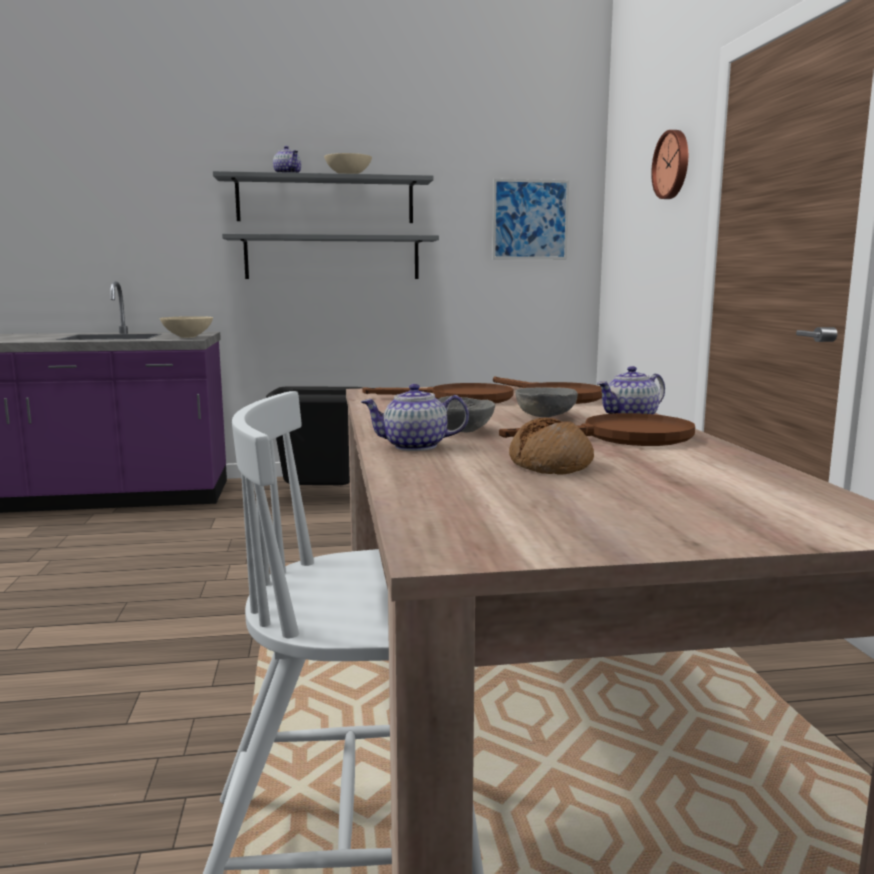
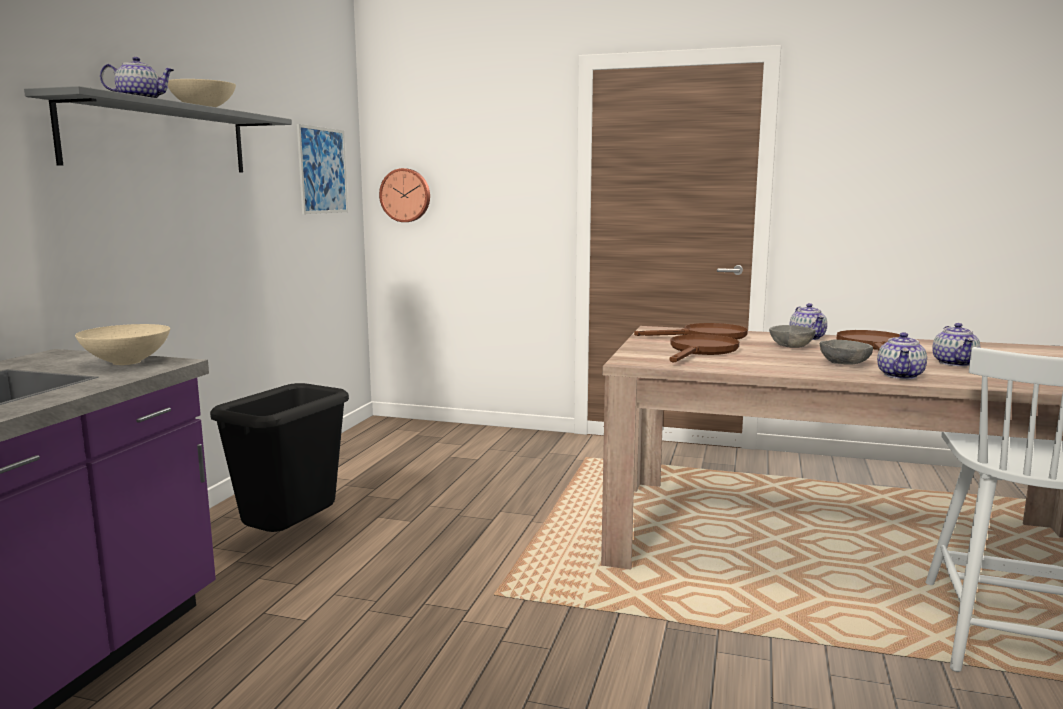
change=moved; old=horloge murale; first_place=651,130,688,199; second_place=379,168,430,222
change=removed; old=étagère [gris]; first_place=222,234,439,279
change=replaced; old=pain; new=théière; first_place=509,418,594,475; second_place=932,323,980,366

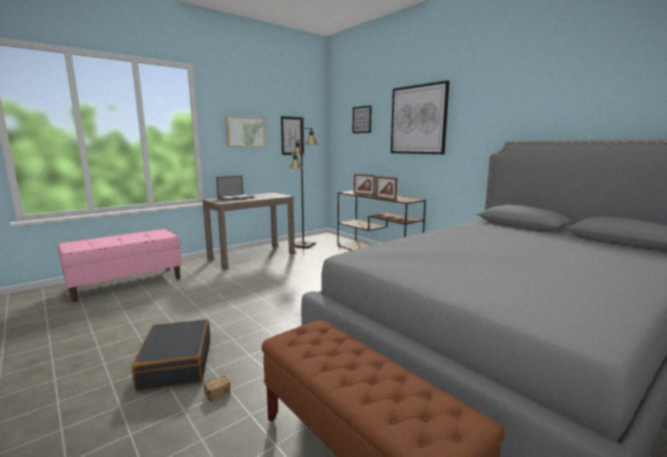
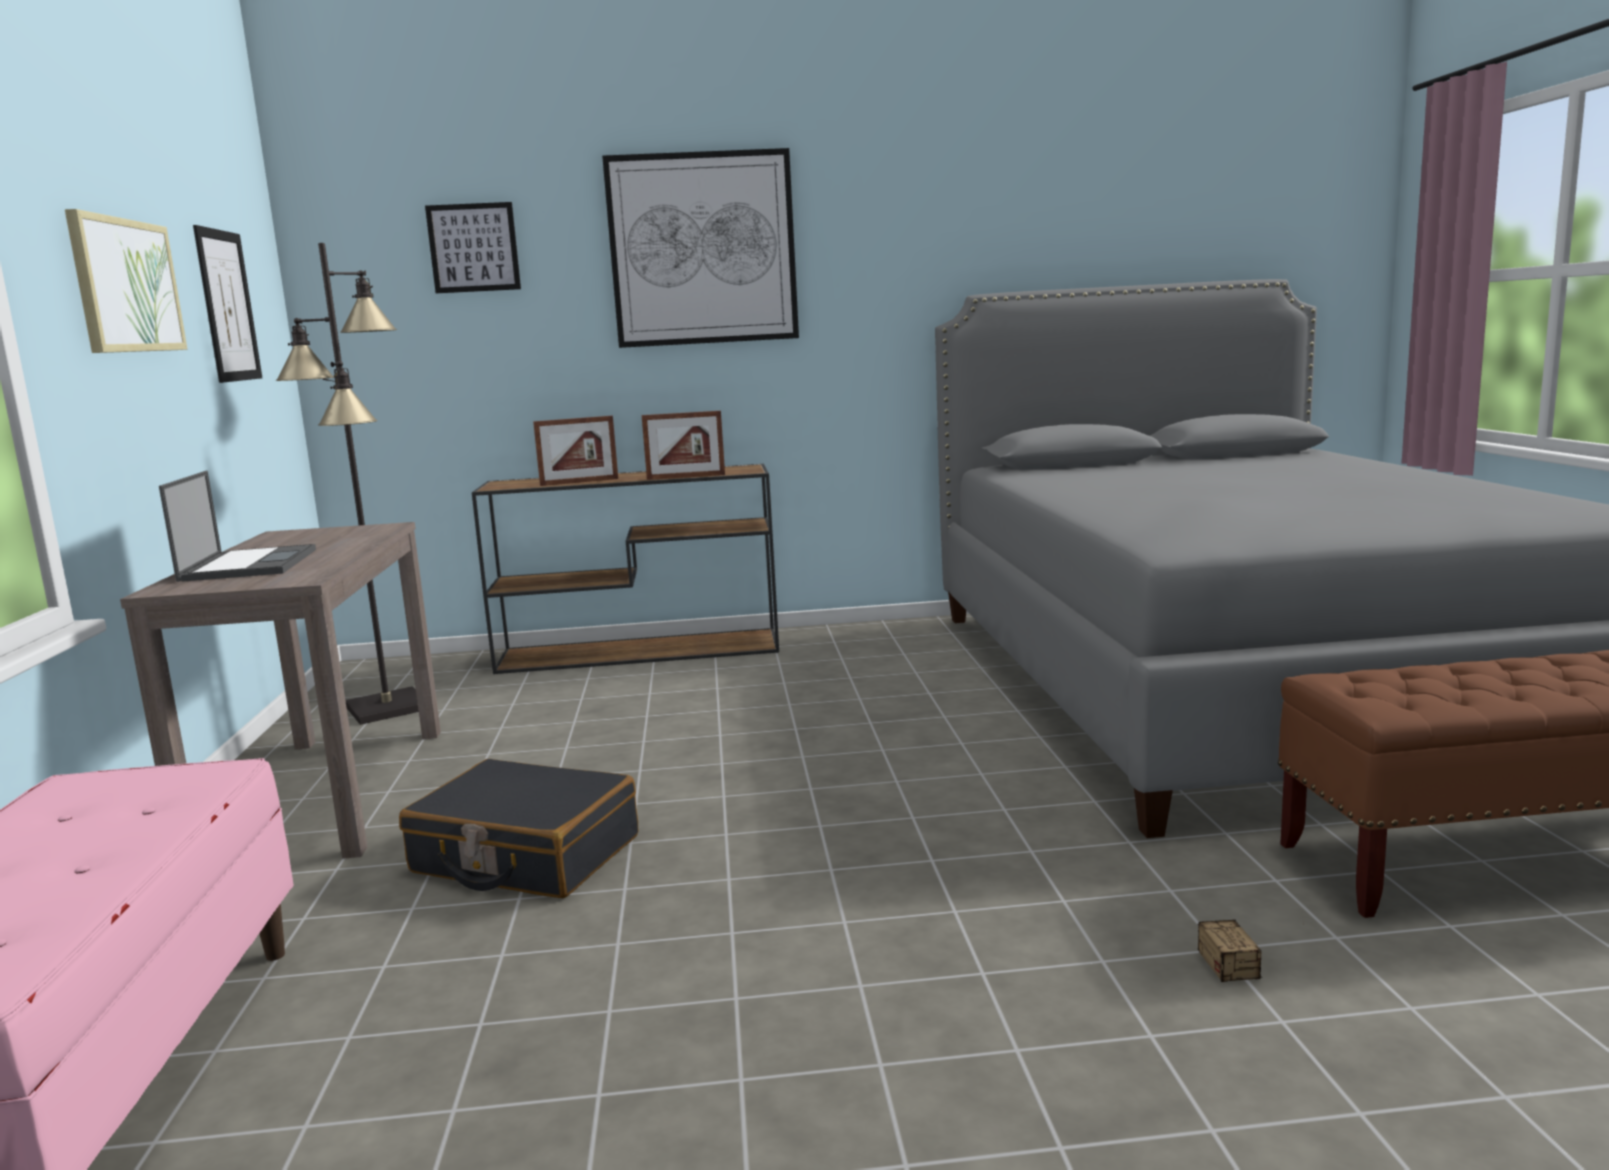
change=moved; old=valise [noir]; first_place=132,319,210,391; second_place=399,759,638,898

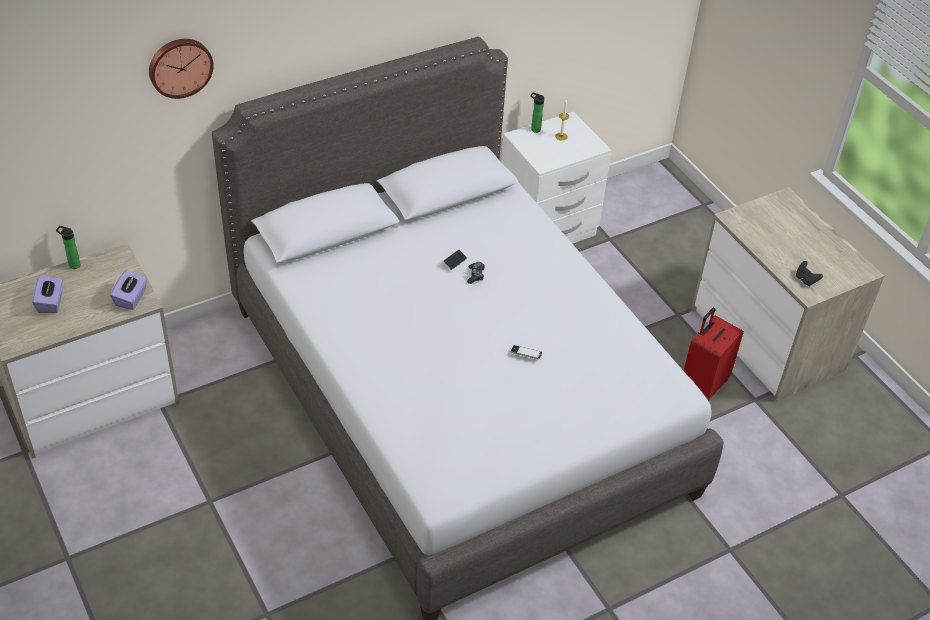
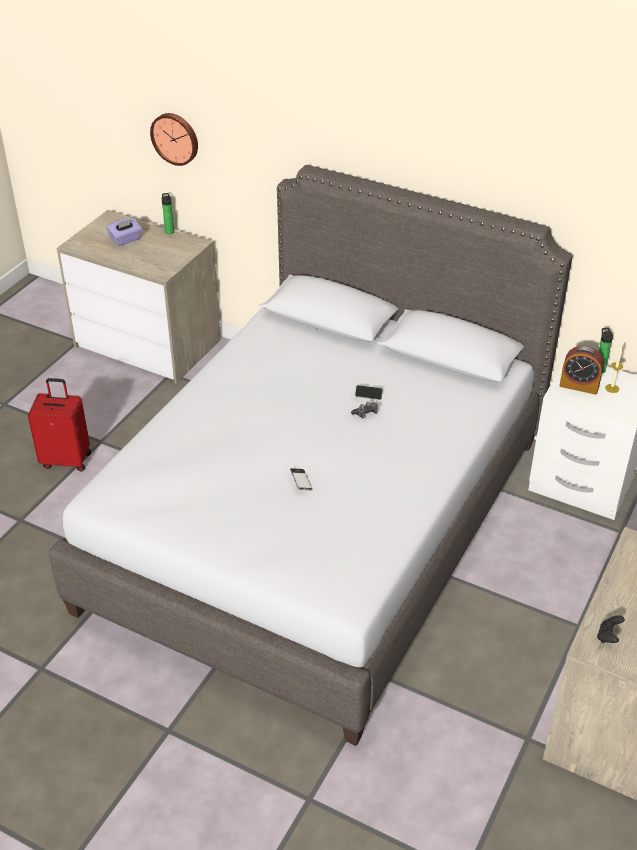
change=moved; old=horloge murale; first_place=149,39,214,99; second_place=150,113,198,166
change=removed; old=boîte à mouchoirs [violet]; first_place=110,270,148,310
change=moved; old=valise [rouge]; first_place=684,308,744,401; second_place=28,378,91,471
change=added; new=réveil; second_place=560,346,604,395

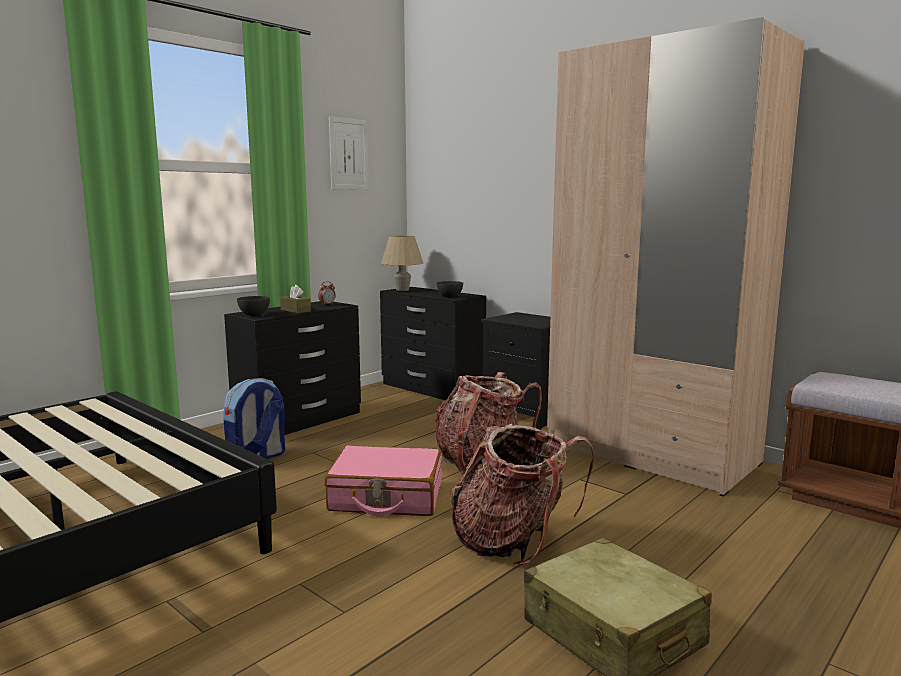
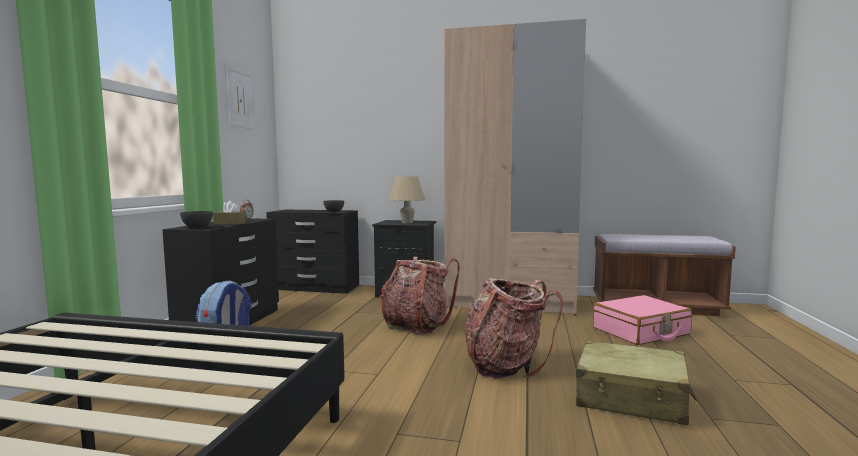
change=moved; old=lampe de table [beige]; first_place=381,235,423,291; second_place=389,176,425,223
change=moved; old=valise [rose]; first_place=324,446,442,517; second_place=593,295,692,345

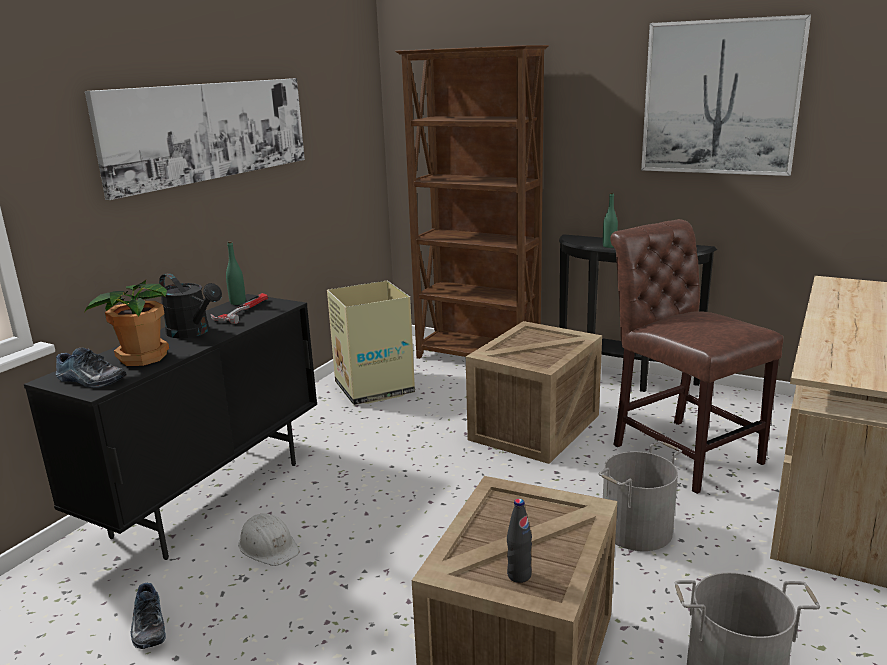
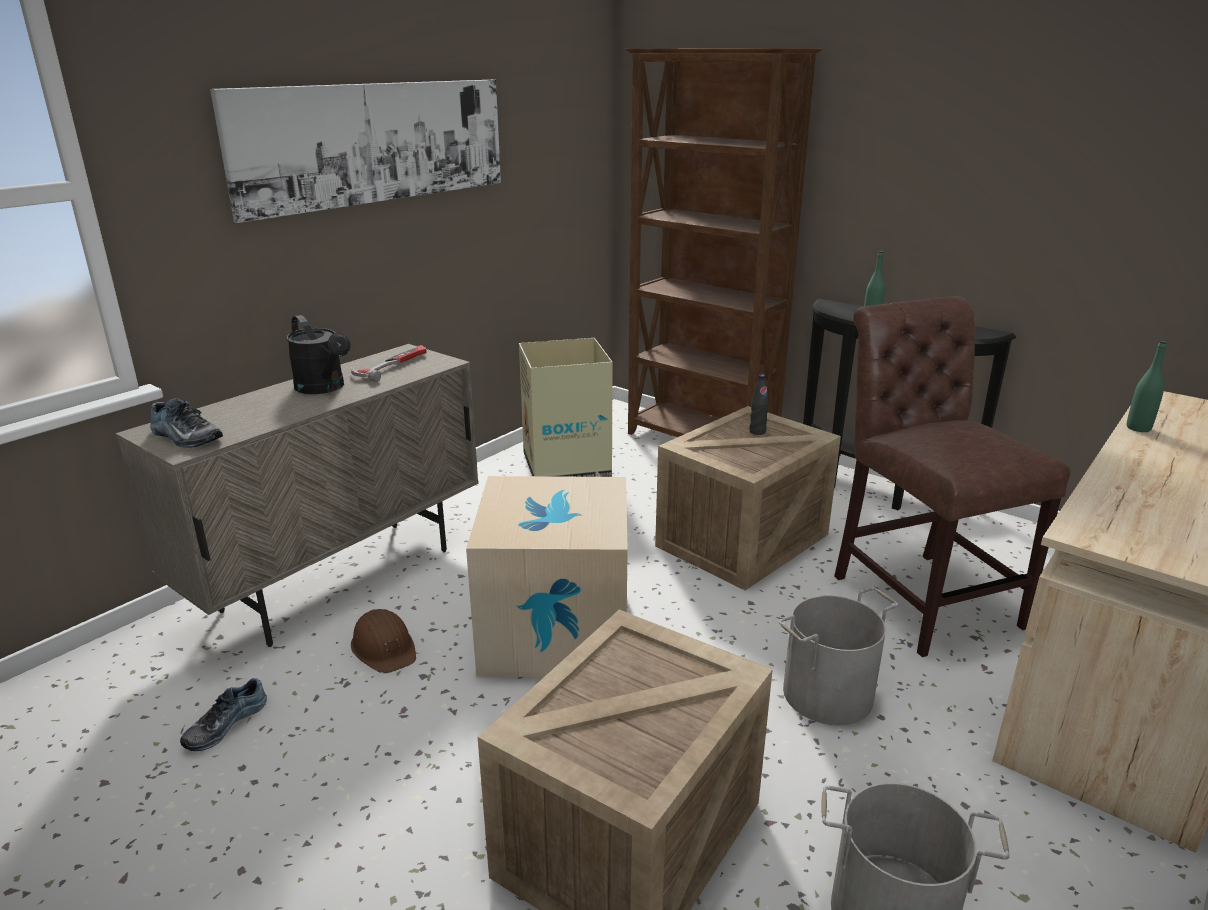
change=removed; old=tableau; first_place=641,15,811,176
change=moved; old=bouteille [vert]; first_place=226,241,246,305; second_place=1127,341,1167,432
change=removed; old=plante en pot; first_place=83,280,169,366
change=recoloured; old=meuble de rangement [noir]; new=meuble de rangement [beige]; first_place=24,294,317,560; second_place=116,344,479,647
change=moved; old=bouteille [noir]; first_place=507,498,532,583; second_place=749,374,769,435
change=recoloured; old=casque de chantier [blanc]; new=casque de chantier [marron]; first_place=238,513,300,566; second_place=351,609,416,673
change=turned; old=chaussure; first_place=130,583,166,649; second_place=180,678,267,751; degrees=45
change=added; new=carton; second_place=466,476,628,677

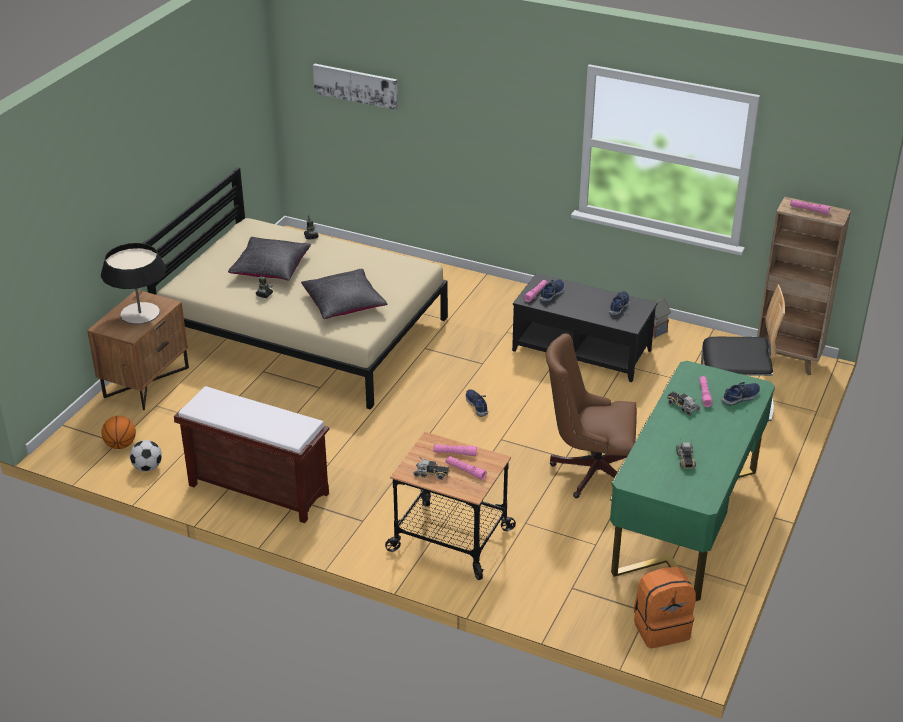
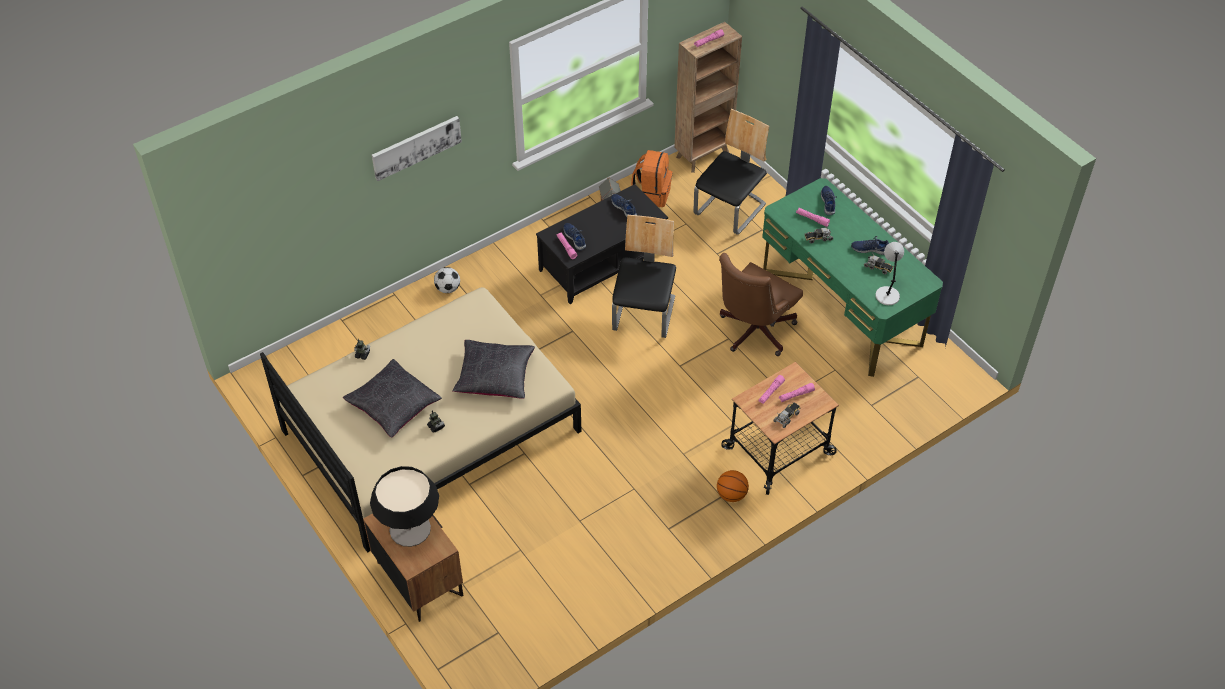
change=moved; old=tableau; first_place=313,64,398,110; second_place=372,116,462,181
change=removed; old=banc [marron]; first_place=174,386,329,523
change=moved; old=chaussure [bleu]; first_place=466,389,488,417; second_place=851,236,889,255
change=moved; old=ballon de basket; first_place=102,416,136,449; second_place=717,470,749,502
change=moved; old=ballon de foot; first_place=130,440,162,472; second_place=434,267,460,293
change=moved; old=sac à dos [orange]; first_place=634,567,696,648; second_place=631,150,672,207
change=added; new=chaise; second_place=612,215,676,338
change=added; new=lampe de table [gris]; second_place=875,242,904,305

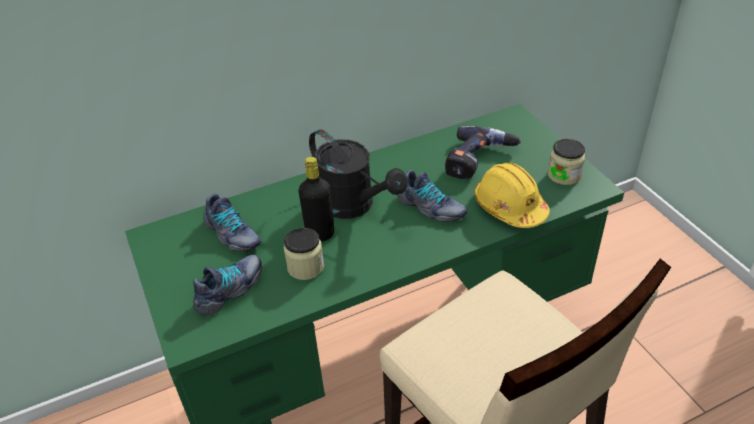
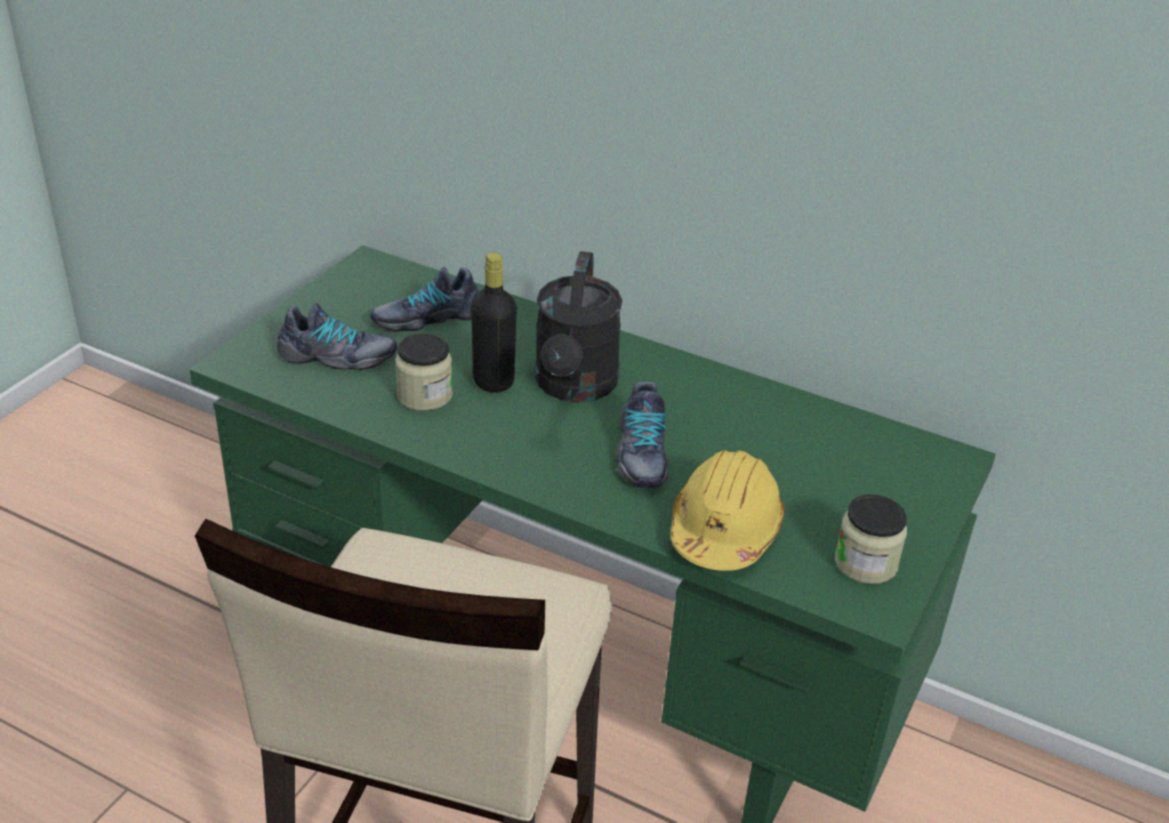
change=removed; old=perceuse; first_place=445,125,521,179
change=turned; old=chaussure; first_place=203,193,262,252; second_place=370,267,479,332; degrees=60

